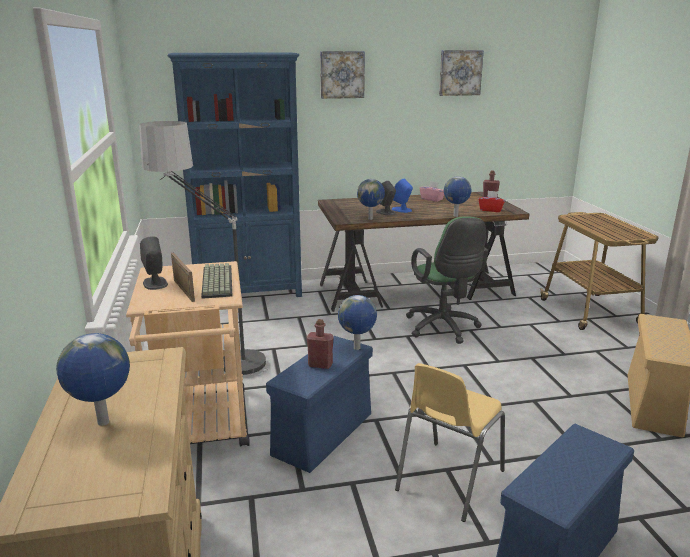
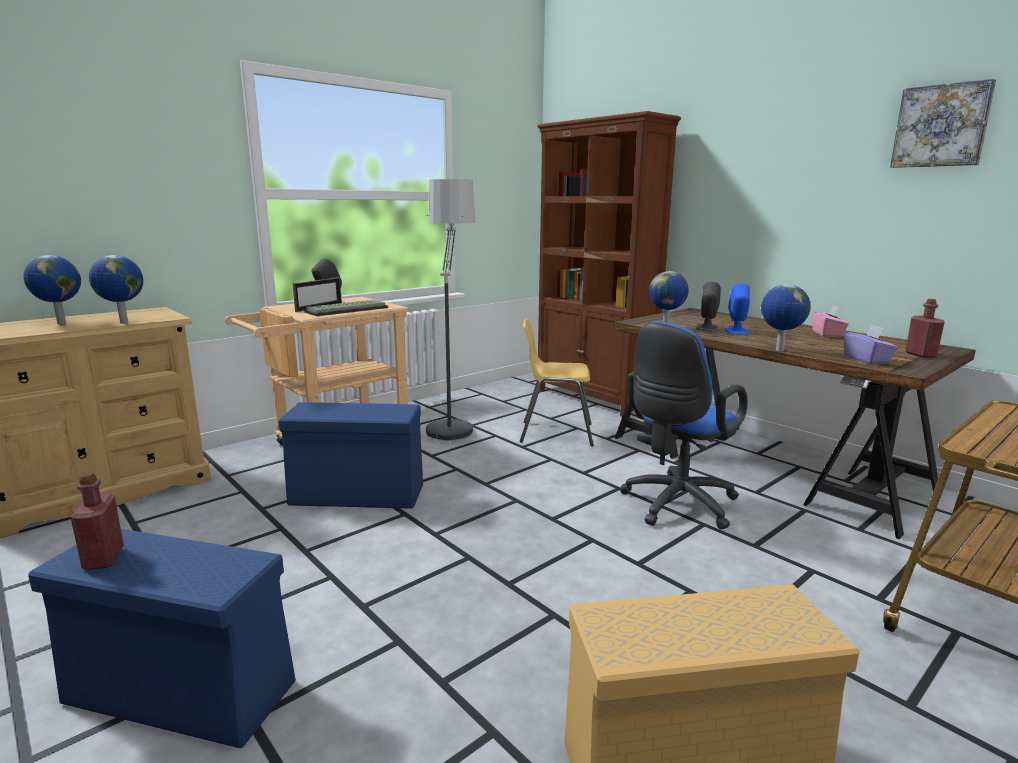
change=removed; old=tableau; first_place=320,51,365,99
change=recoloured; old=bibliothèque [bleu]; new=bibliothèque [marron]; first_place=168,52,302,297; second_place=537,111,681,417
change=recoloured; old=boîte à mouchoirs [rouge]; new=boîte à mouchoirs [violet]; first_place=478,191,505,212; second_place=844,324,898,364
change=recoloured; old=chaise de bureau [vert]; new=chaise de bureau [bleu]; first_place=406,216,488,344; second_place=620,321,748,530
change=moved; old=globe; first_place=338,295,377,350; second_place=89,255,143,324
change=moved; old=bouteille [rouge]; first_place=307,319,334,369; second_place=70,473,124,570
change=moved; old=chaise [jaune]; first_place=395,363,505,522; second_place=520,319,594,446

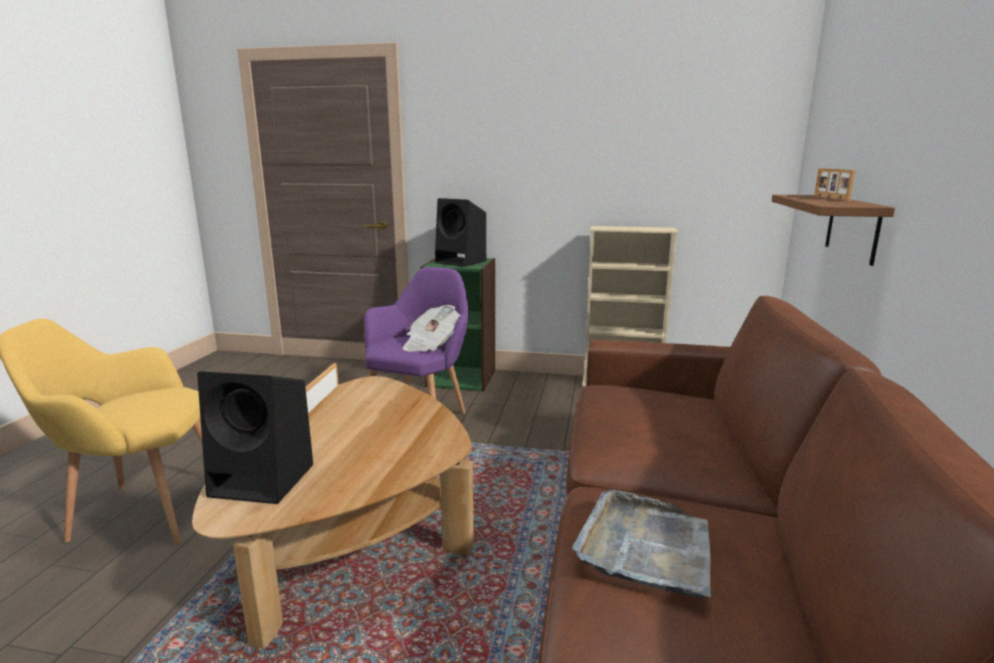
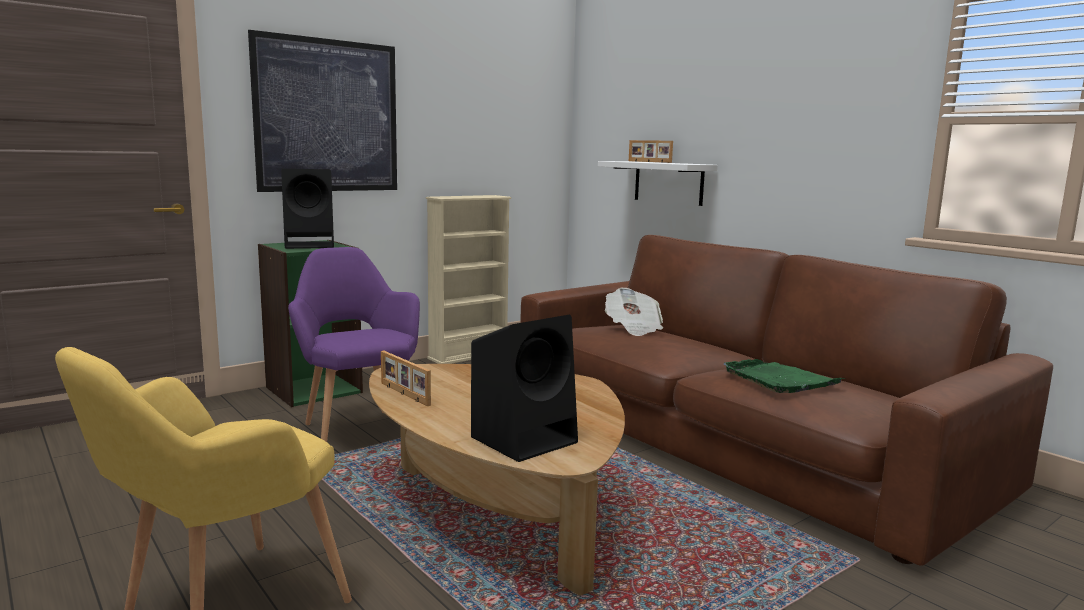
change=recoloured; old=étagère [marron]; new=étagère [blanc]; first_place=772,195,895,266; second_place=598,161,718,206
change=moved; old=journal; first_place=403,305,461,352; second_place=605,288,663,336
change=recoloured; old=plateau [gris]; new=plateau [vert]; first_place=572,489,711,599; second_place=724,359,846,393
change=added; new=tableau; second_place=248,30,397,192

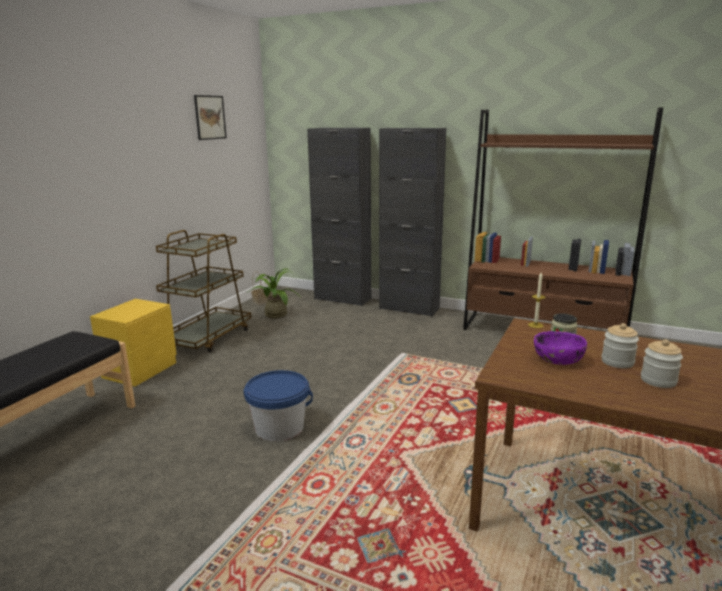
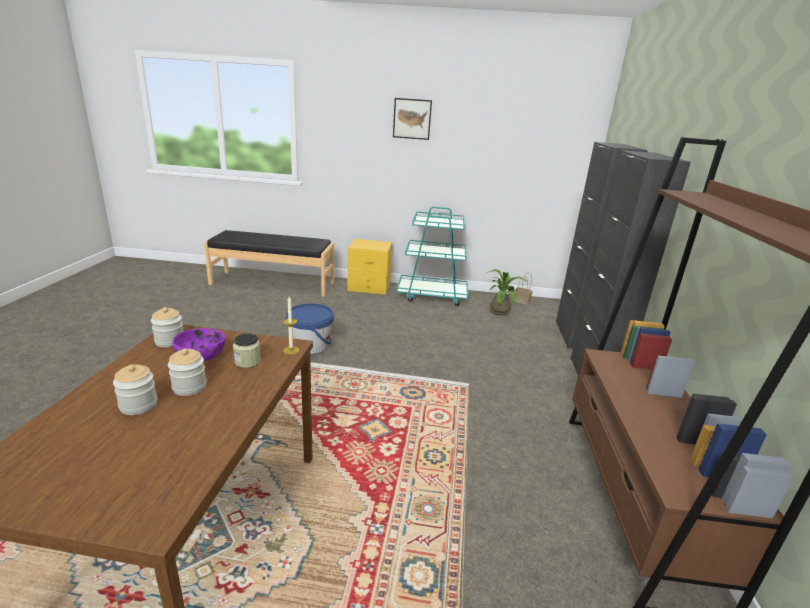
change=moved; old=tableau; first_place=194,95,227,140; second_place=393,98,432,140
change=recoloured; old=chariot [marron]; new=chariot [turquoise]; first_place=156,230,252,352; second_place=396,207,468,306
change=added; new=bocal; second_place=151,307,183,347

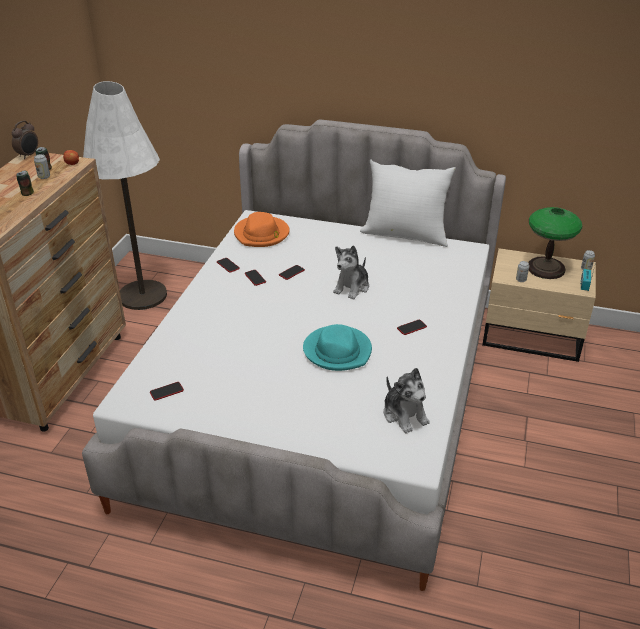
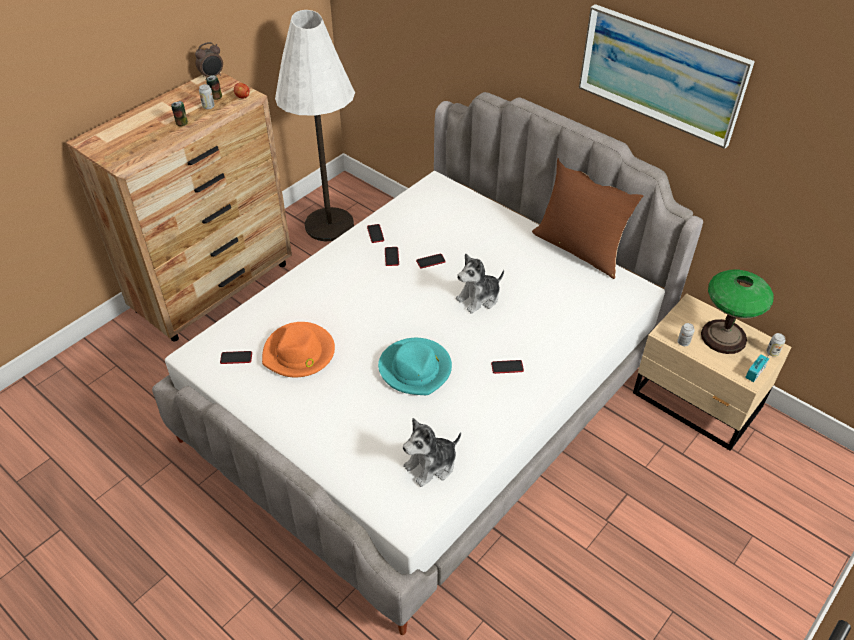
change=recoloured; old=coussin [blanc]; new=coussin [marron]; first_place=360,159,456,247; second_place=532,158,643,279
change=moved; old=chapeau [orange]; first_place=234,212,290,247; second_place=262,322,335,377
change=turned; old=peluche; first_place=384,368,430,434; second_place=403,418,461,487; degrees=60
change=added; new=tableau; second_place=579,4,755,149

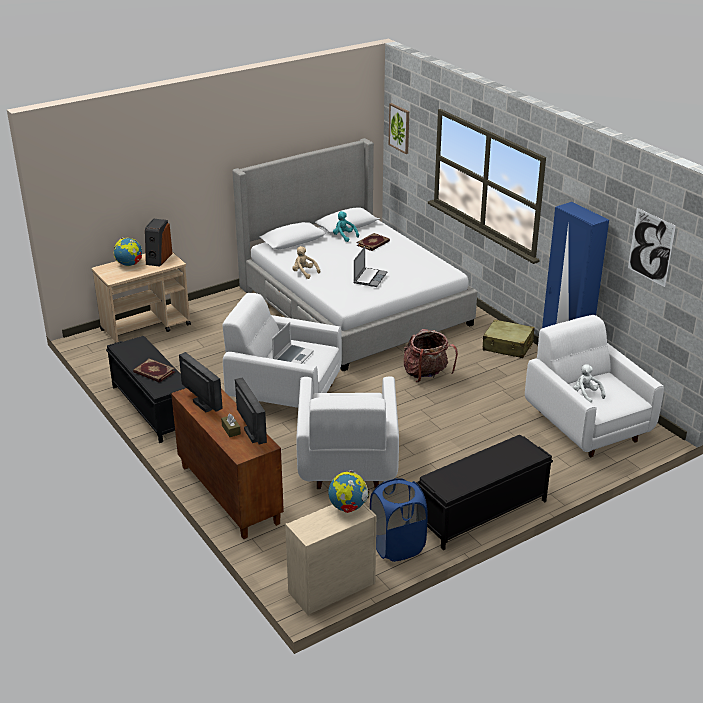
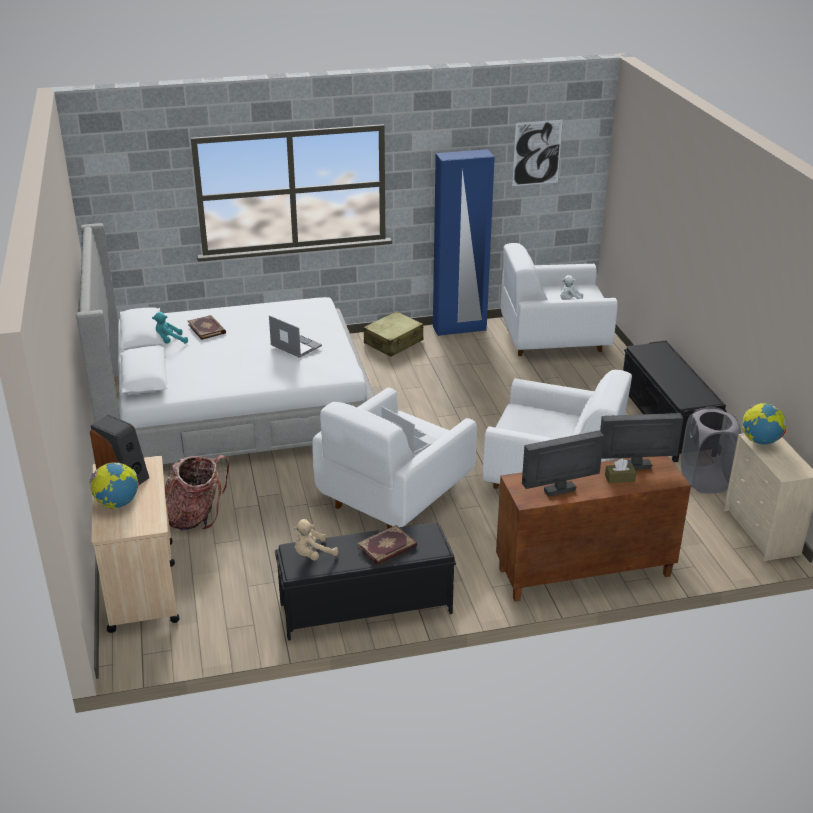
change=removed; old=tableau; first_place=389,103,409,154
change=moved; old=peluche [beige]; first_place=292,246,320,279; second_place=294,519,338,560
change=moved; old=sac à dos; first_place=403,329,458,382; second_place=164,455,230,531
change=recoloured; old=panier à linge [bleu]; new=panier à linge [gris]; first_place=370,478,428,562; second_place=681,407,741,493

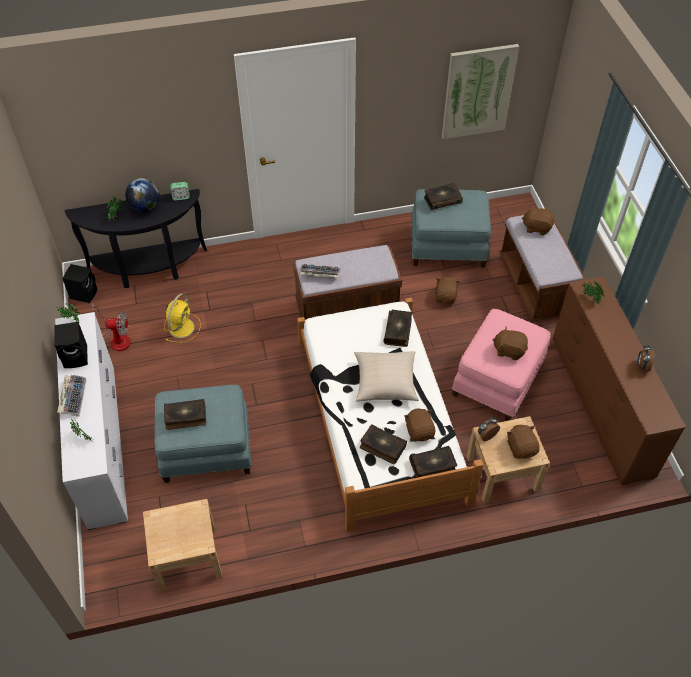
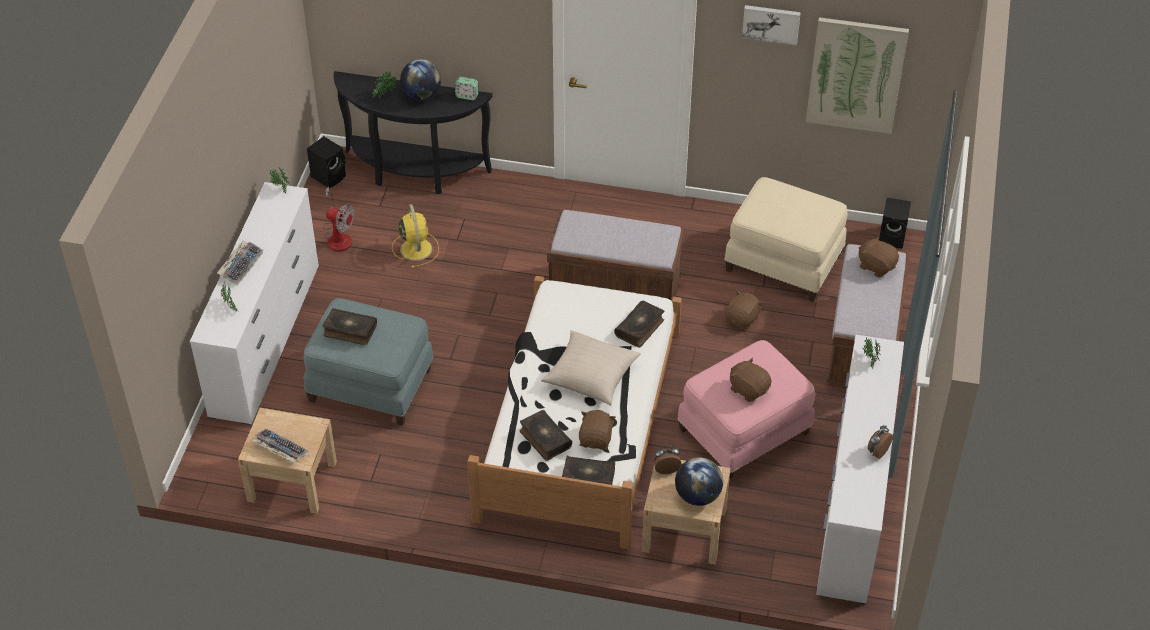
change=removed; old=livre; first_place=424,183,463,210
change=recoloured; old=pouf [bleu]; new=pouf [beige]; first_place=411,189,491,268; second_place=724,177,848,302
change=moved; old=clavier; first_place=300,264,341,278; second_place=251,429,309,463
change=recoloured; old=commode [marron]; new=commode [blanc]; first_place=552,276,686,485; second_place=816,335,904,605
change=turned; old=ventilateur [jaune]; first_place=164,294,201,342; second_place=392,204,439,268; degrees=-60
change=moved; old=enceinte [noir]; first_place=54,322,88,368; second_place=879,198,911,248
change=replaced; old=peluche [marron]; new=globe; first_place=507,425,540,459; second_place=675,457,723,506
change=added; new=tableau; second_place=742,5,801,45

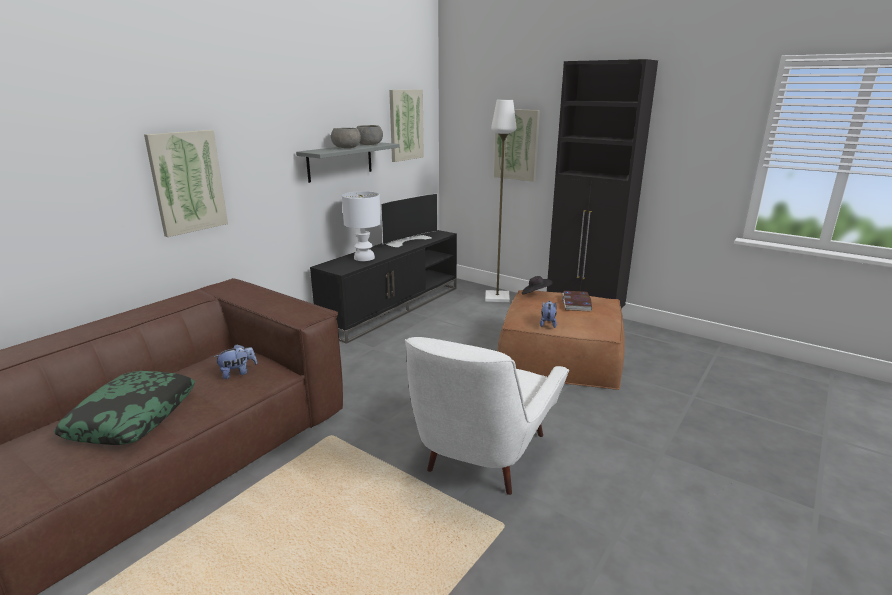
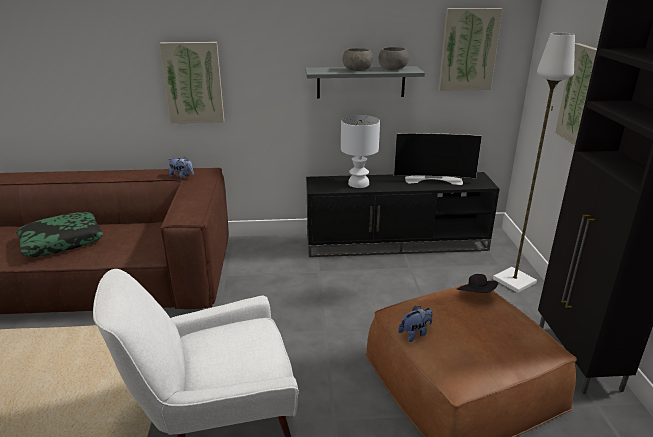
change=removed; old=livre; first_place=562,291,592,312
change=moved; old=peluche; first_place=214,344,257,379; second_place=169,156,194,179

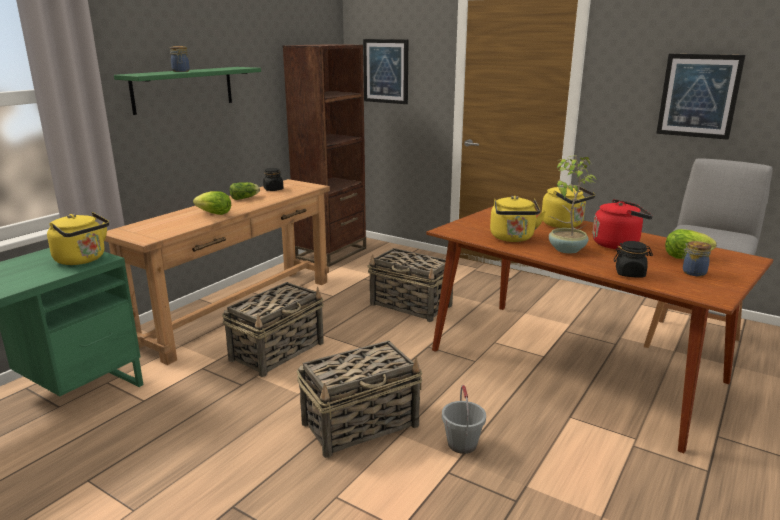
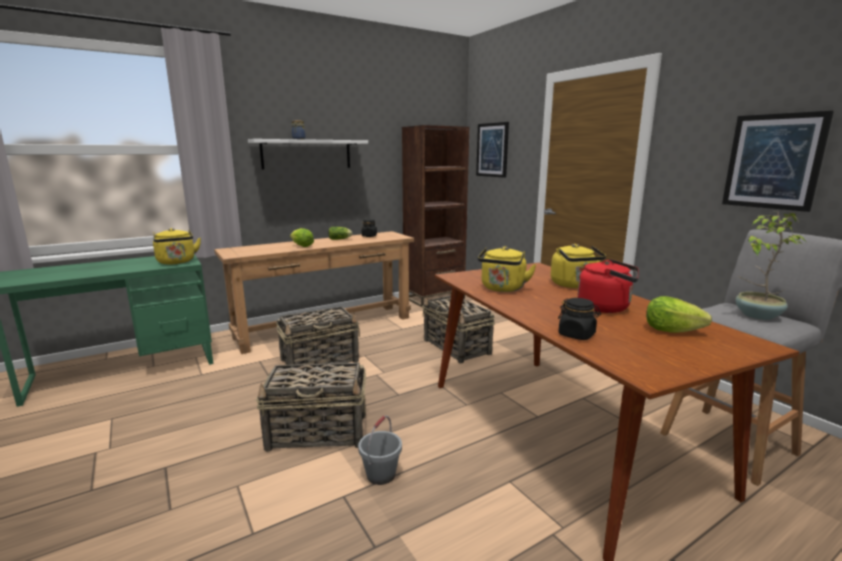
change=recoloured; old=étagère [vert]; new=étagère [blanc]; first_place=114,67,261,115; second_place=248,139,368,169
change=moved; old=plante en pot; first_place=549,155,598,254; second_place=735,212,805,320
change=removed; old=bocal; first_place=682,241,711,276

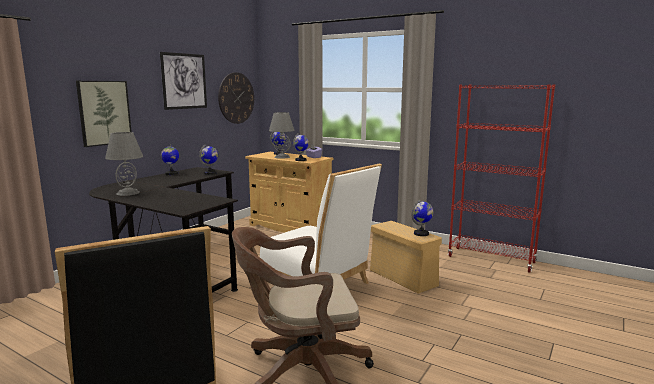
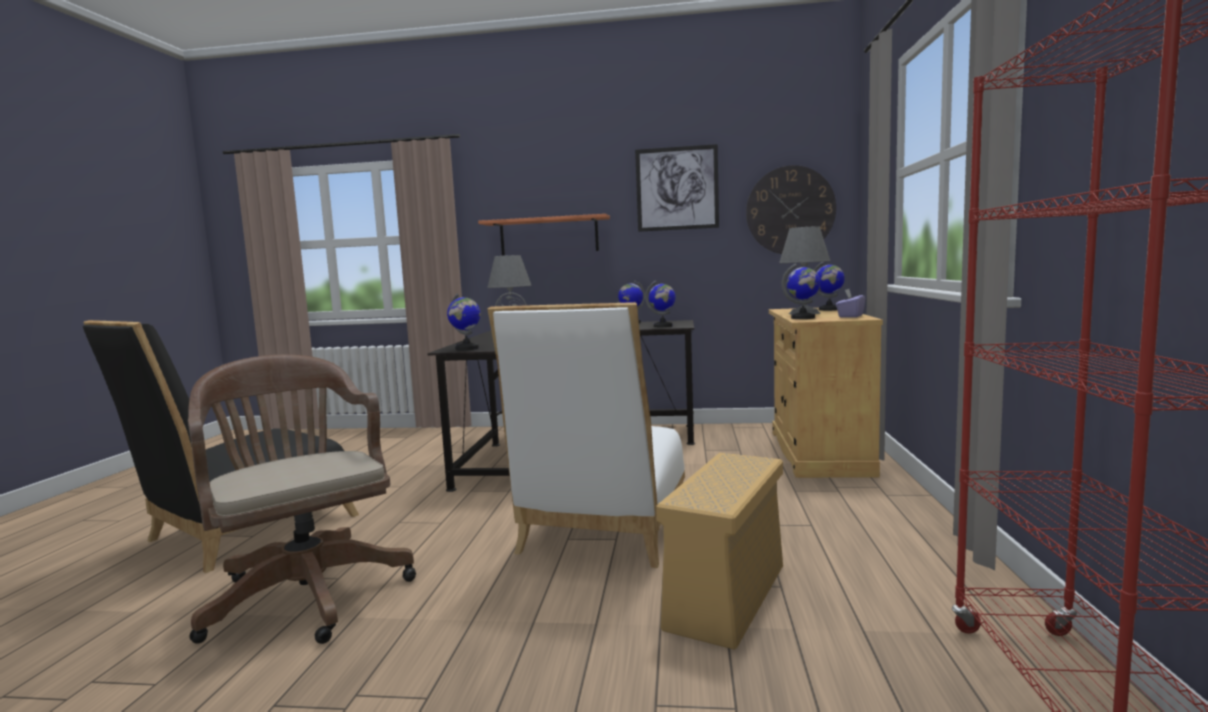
change=replaced; old=tableau; new=étagère; first_place=76,81,132,147; second_place=478,214,610,255
change=moved; old=globe; first_place=411,200,434,236; second_place=447,293,481,350

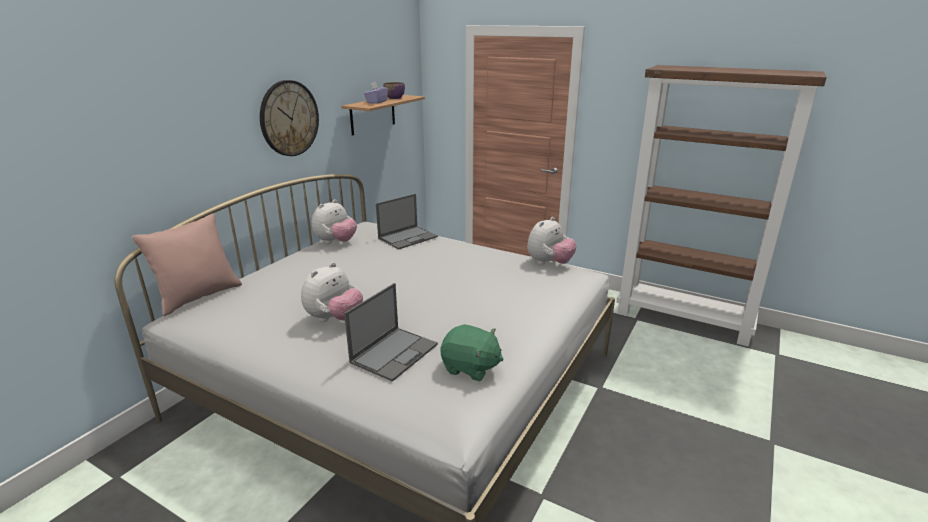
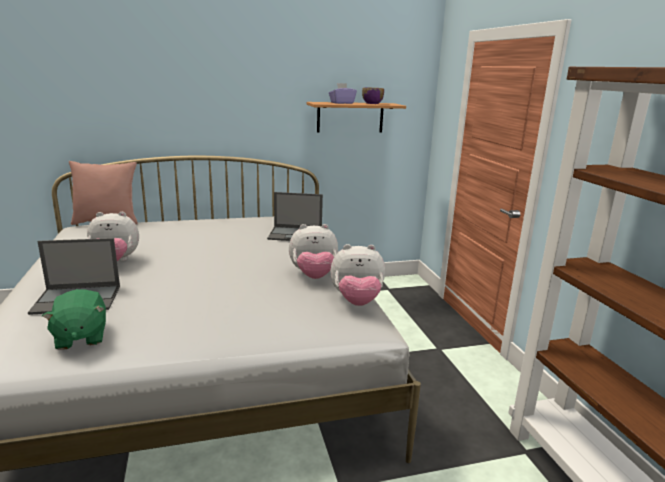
change=removed; old=horloge murale; first_place=260,80,319,156
change=moved; old=peluche; first_place=311,199,357,244; second_place=289,224,338,279

